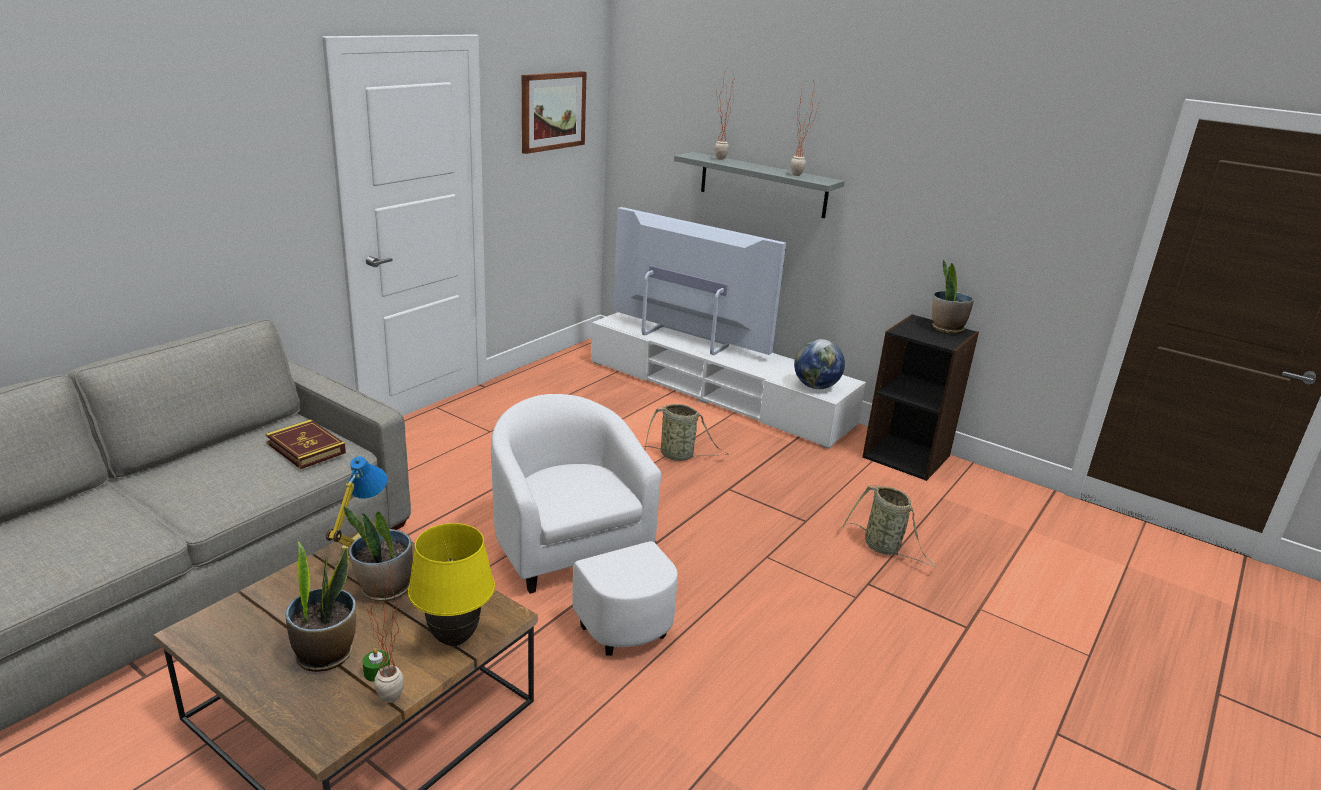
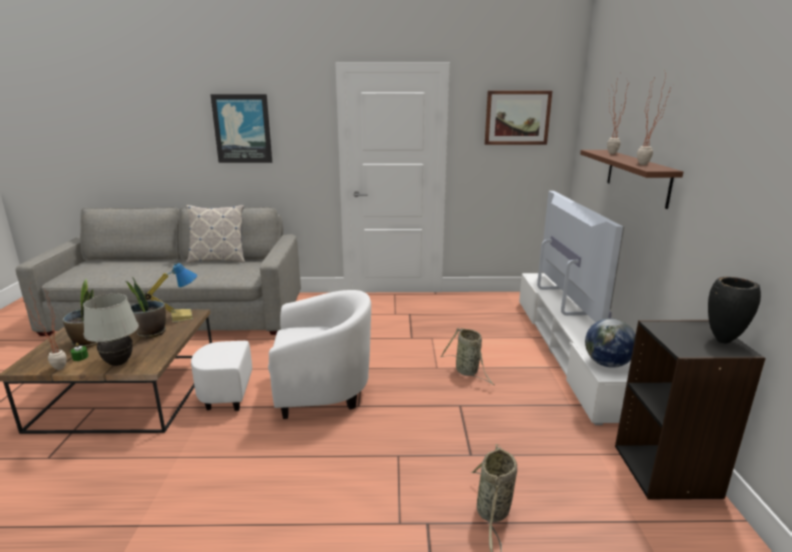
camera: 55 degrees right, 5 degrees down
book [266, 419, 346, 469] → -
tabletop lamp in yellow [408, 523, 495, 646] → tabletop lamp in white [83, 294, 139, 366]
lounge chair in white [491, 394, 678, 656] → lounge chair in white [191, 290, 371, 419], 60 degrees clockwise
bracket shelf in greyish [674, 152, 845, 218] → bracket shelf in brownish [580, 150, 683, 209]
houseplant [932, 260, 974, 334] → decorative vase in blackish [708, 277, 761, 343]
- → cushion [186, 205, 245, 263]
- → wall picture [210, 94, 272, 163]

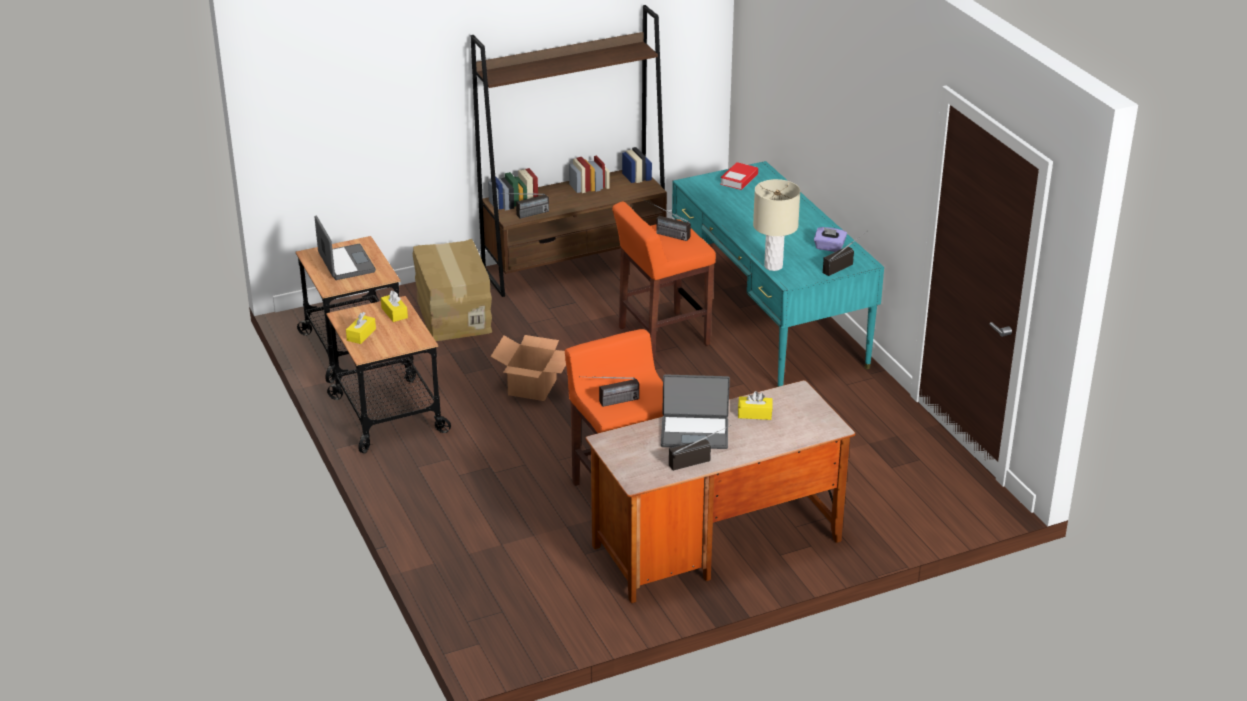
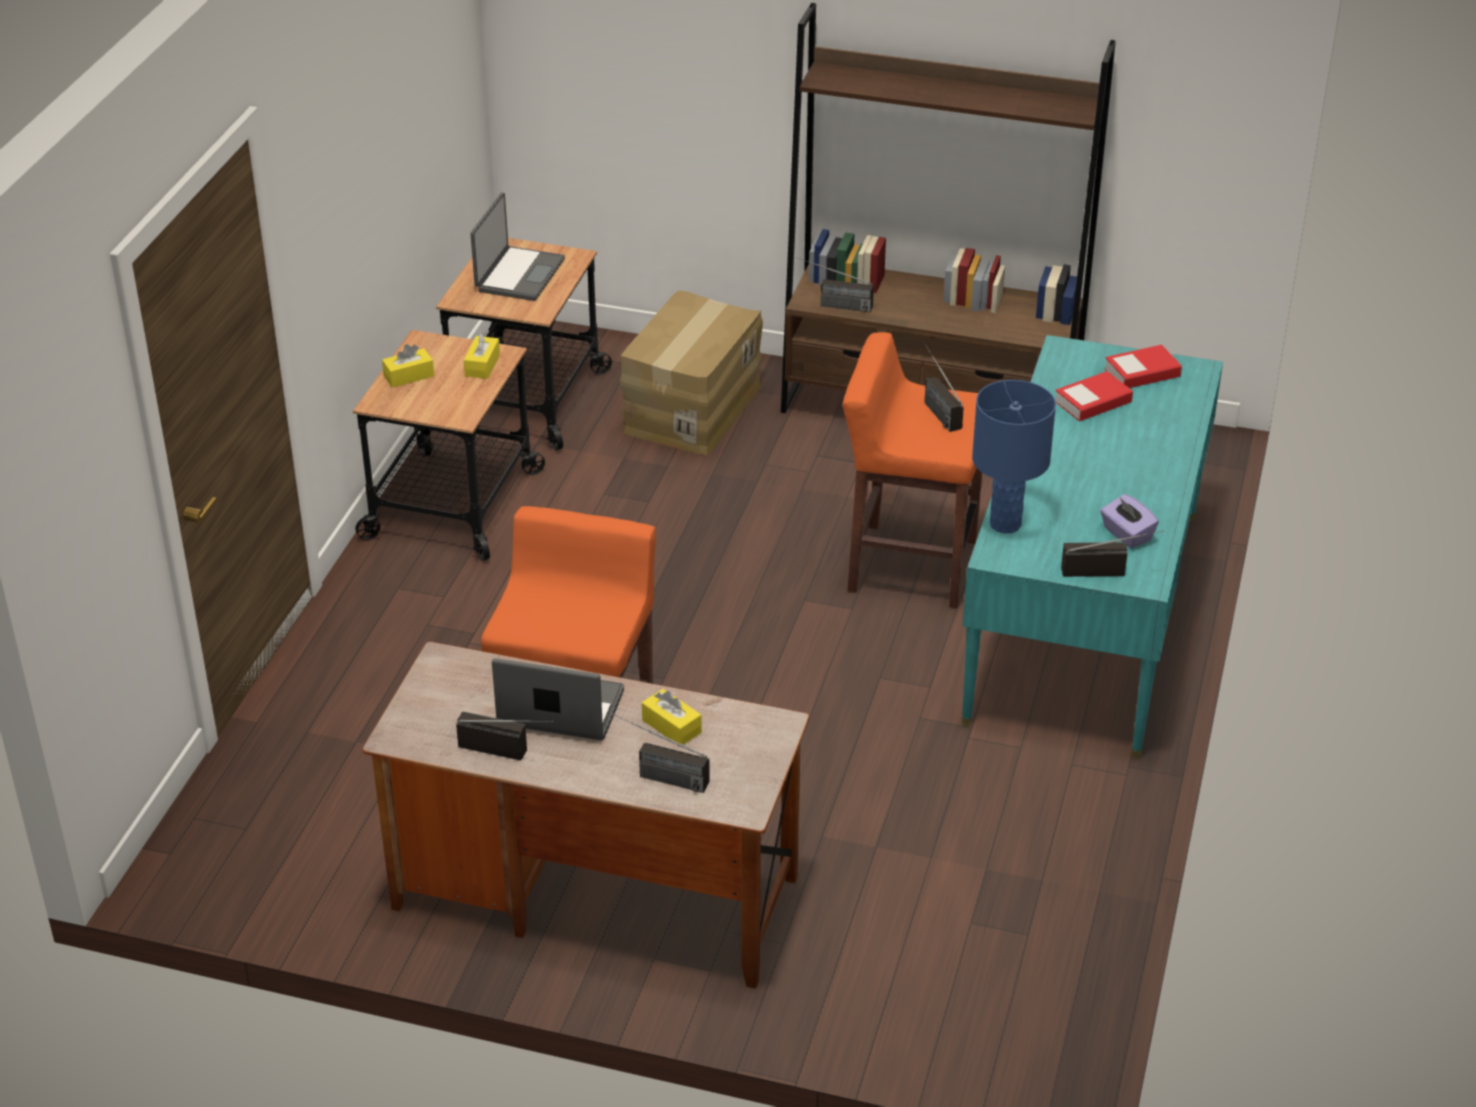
camera: 40 degrees right, 5 degrees up
carton [490, 335, 566, 401] → -
radio [592, 377, 639, 407] → radio [609, 712, 710, 793], relocated
notebook computer [661, 374, 730, 449] → notebook computer [492, 658, 624, 740], 150 degrees clockwise
tabletop lamp in sand-coloured [753, 179, 800, 271] → tabletop lamp in blue-coloured [972, 380, 1056, 534]
- → book [1055, 371, 1133, 421]

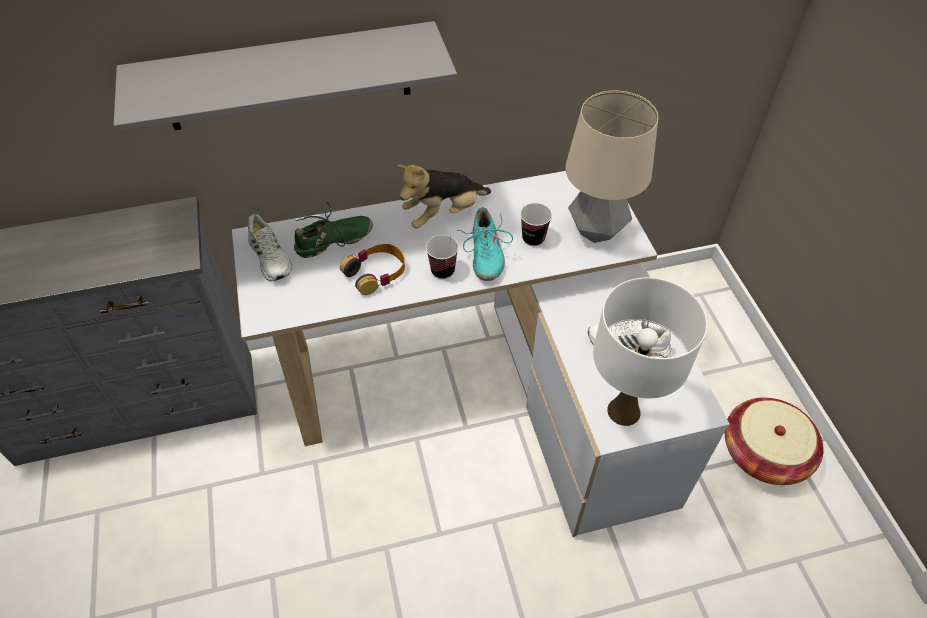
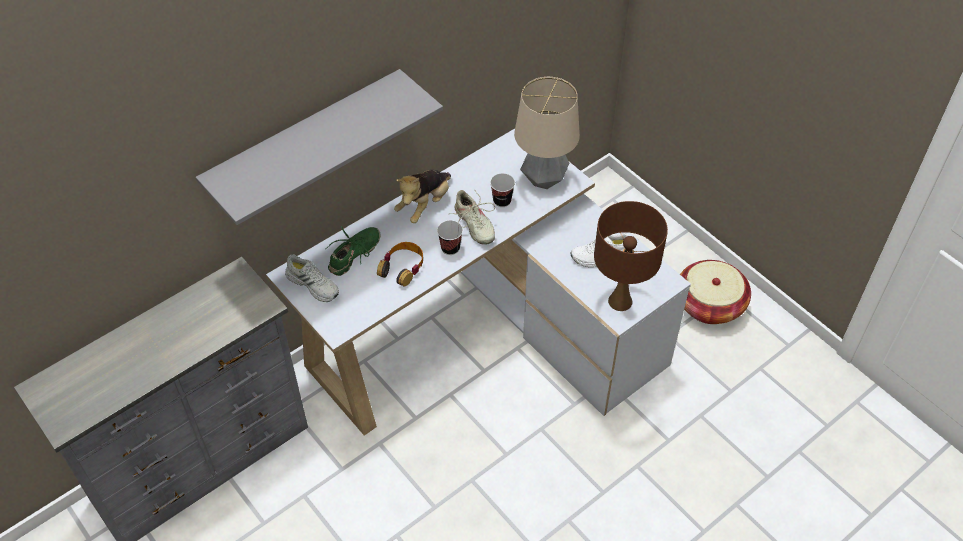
camera: 25 degrees left, 0 degrees up
item of footwear in turquoise-coloured [457, 207, 513, 281] → item of footwear in sand-coloured [450, 190, 495, 245]
tabletop lamp in white [593, 278, 707, 426] → tabletop lamp in brownish [594, 201, 668, 311]

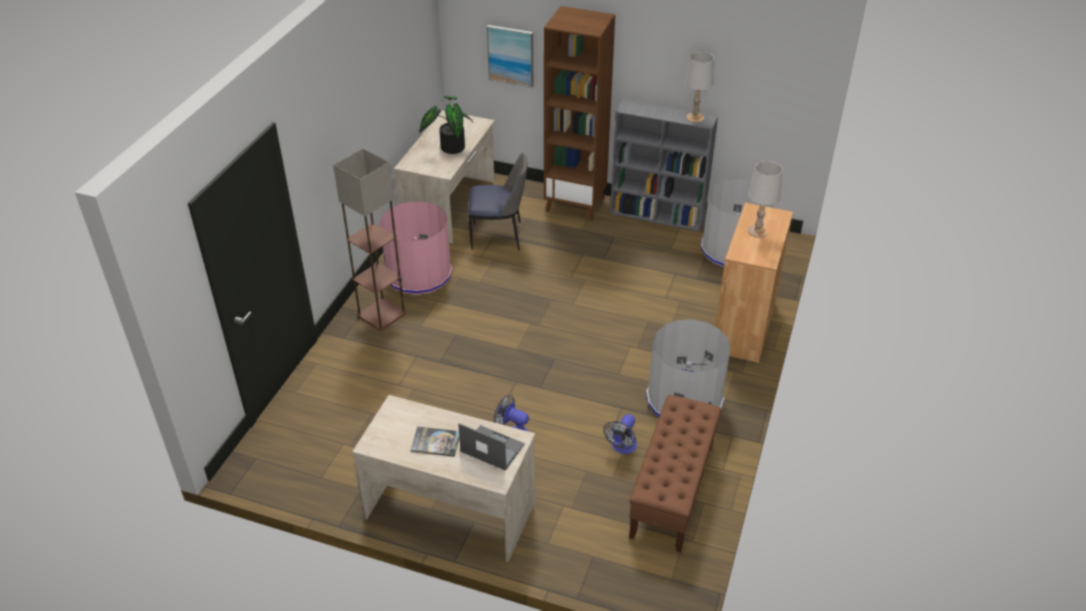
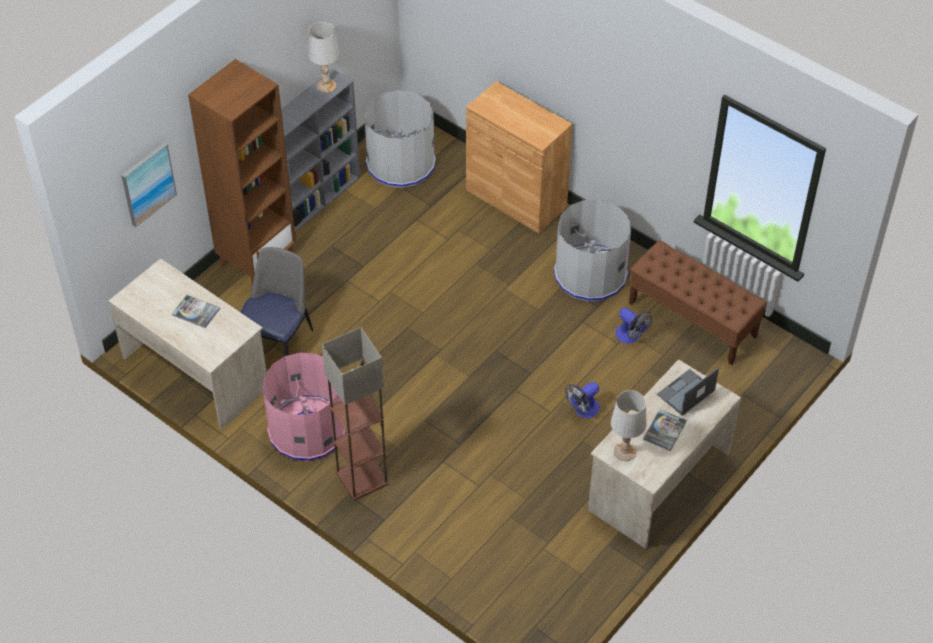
camera: 70 degrees left, 10 degrees up
houseplant [419, 96, 473, 154] → book [172, 295, 220, 328]
tabletop lamp in white [748, 161, 782, 238] → tabletop lamp in white [611, 390, 646, 461], relocated

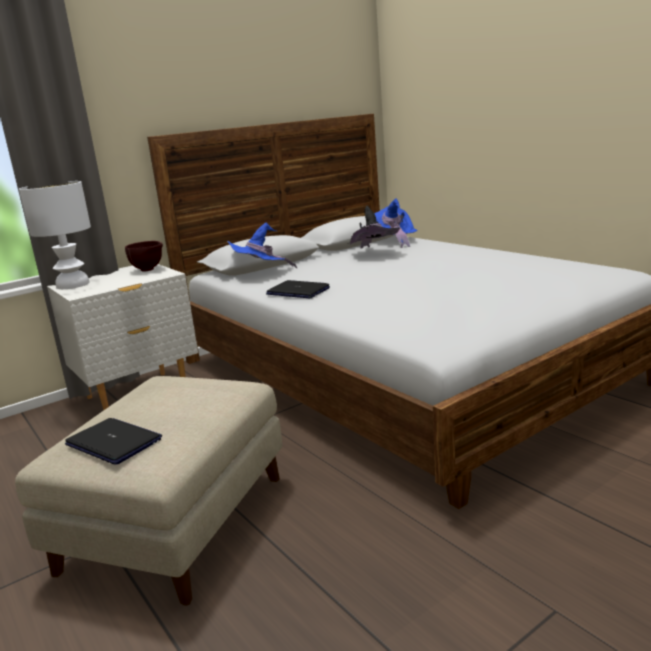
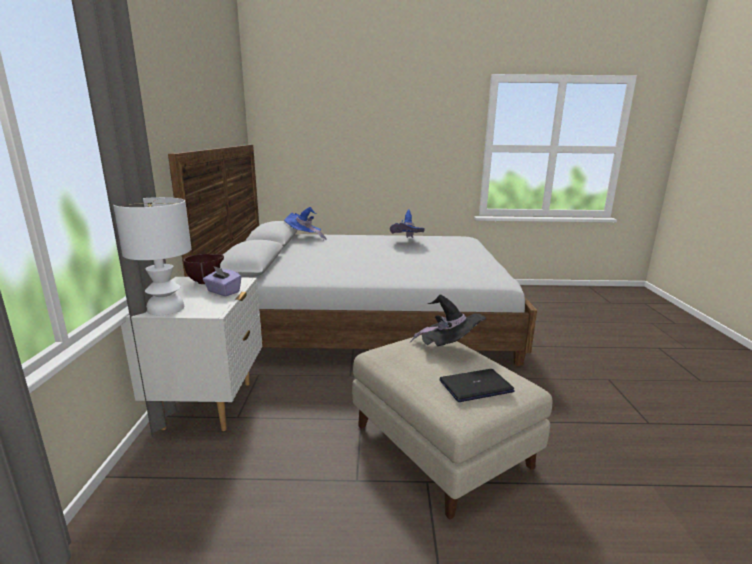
camera: 55 degrees left, 0 degrees up
hat in blue-coloured [227, 223, 297, 268] → hat in blue-coloured [390, 209, 425, 238], relocated
notebook computer [266, 280, 330, 298] → -
hat in blackish [348, 206, 400, 249] → hat in blackish [410, 294, 486, 346], relocated
- → tissue holder in purplish [203, 266, 241, 296]

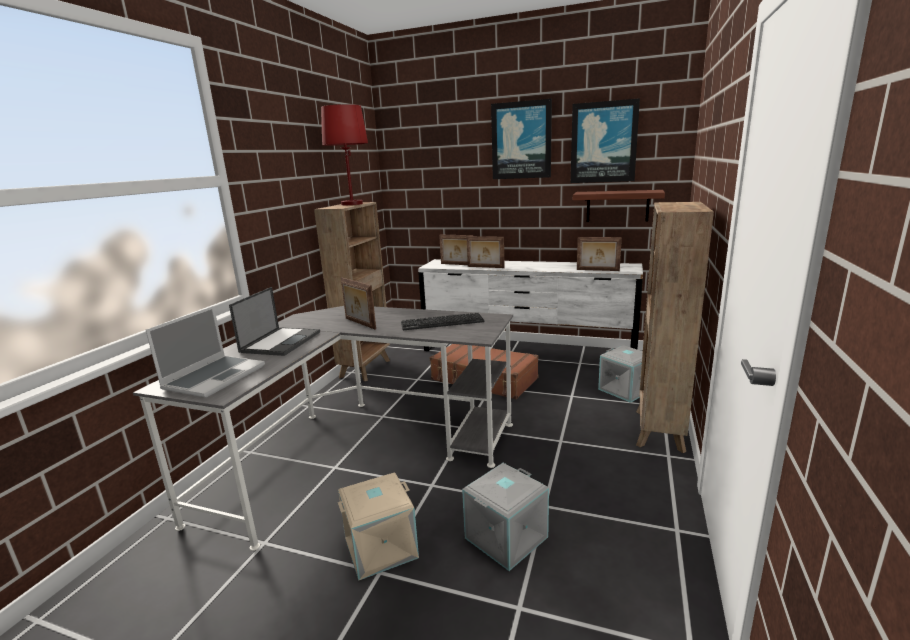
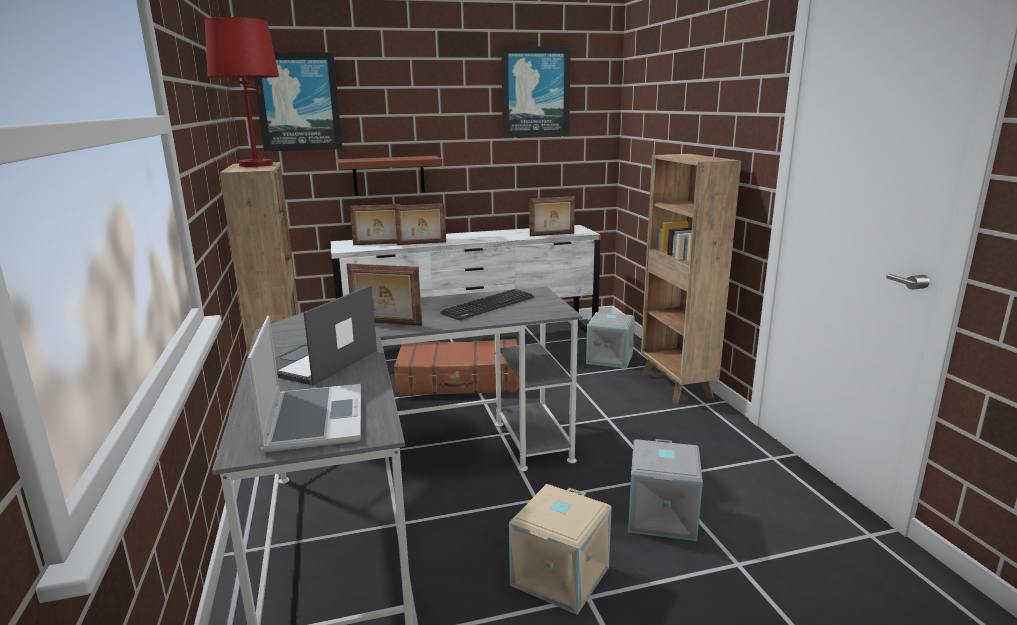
camera: 35 degrees left, 0 degrees up
notebook computer [229, 287, 320, 356] → notebook computer [275, 285, 377, 386], 135 degrees counterclockwise
wall picture [491, 99, 552, 179] → wall picture [254, 52, 342, 152], relocated
bracket shelf [573, 190, 665, 222] → bracket shelf [338, 156, 442, 195], relocated

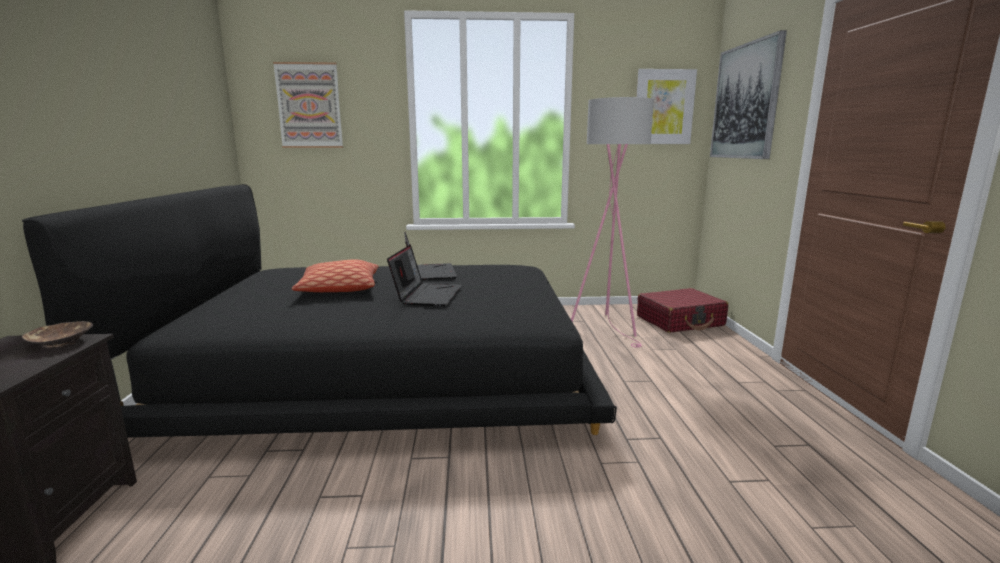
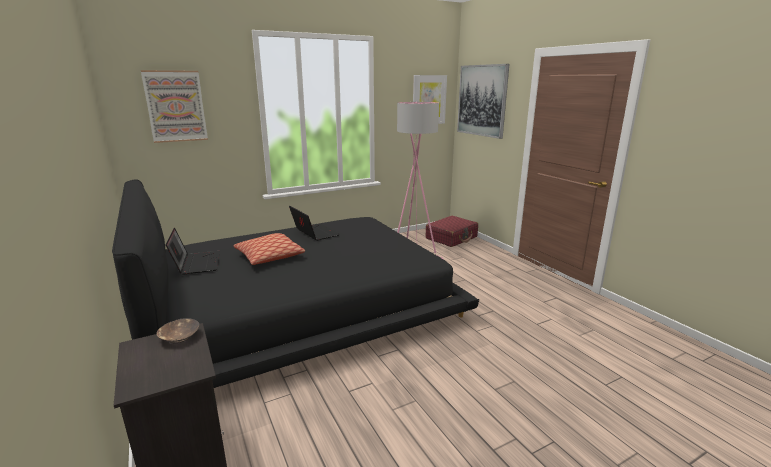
camera: 25 degrees left, 5 degrees up
notebook computer [387, 245, 462, 306] → notebook computer [166, 227, 220, 275], relocated

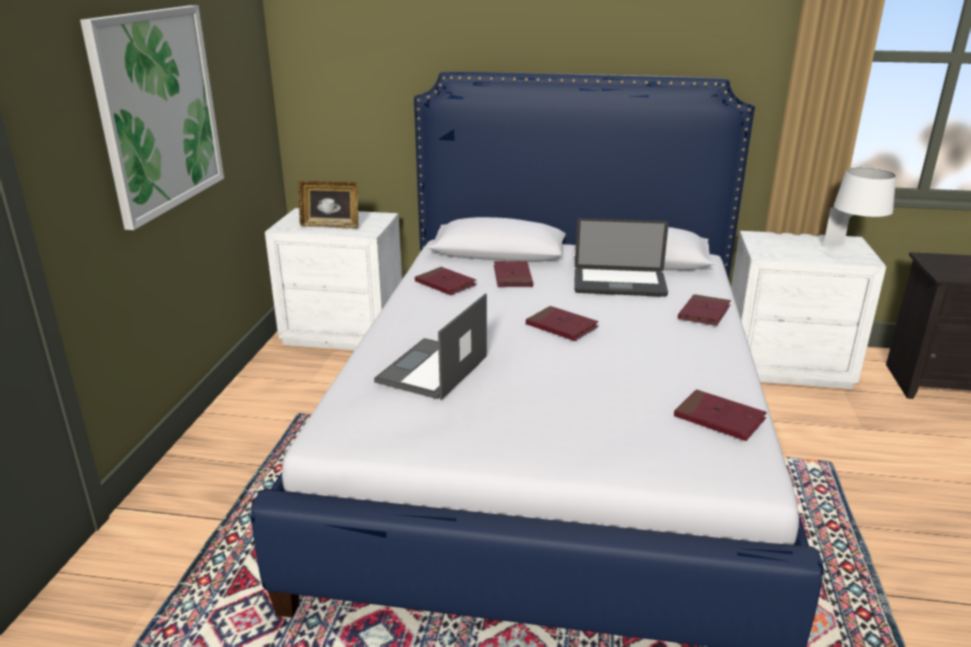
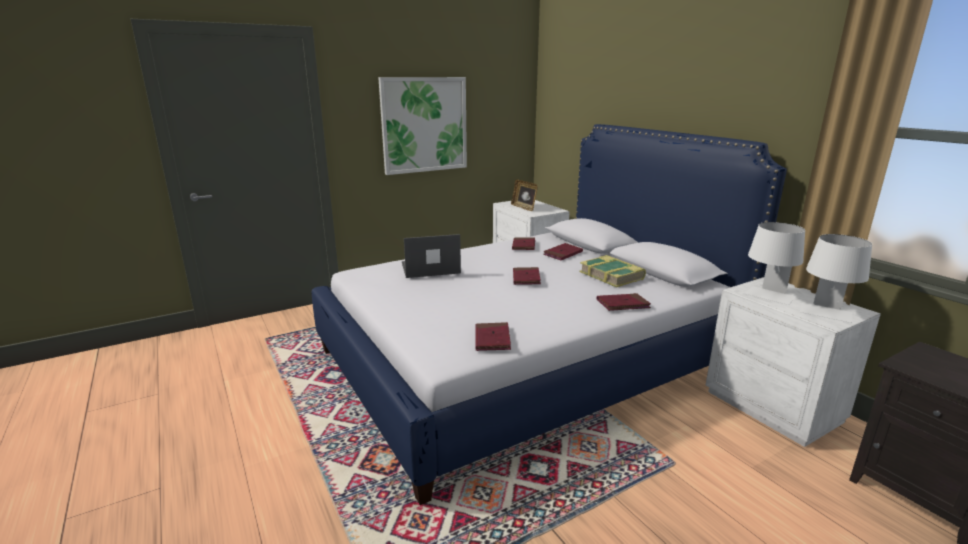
camera: 50 degrees right, 5 degrees down
notebook computer [574, 218, 669, 297] → book [580, 255, 646, 288]
- → tabletop lamp in white [745, 222, 805, 305]

